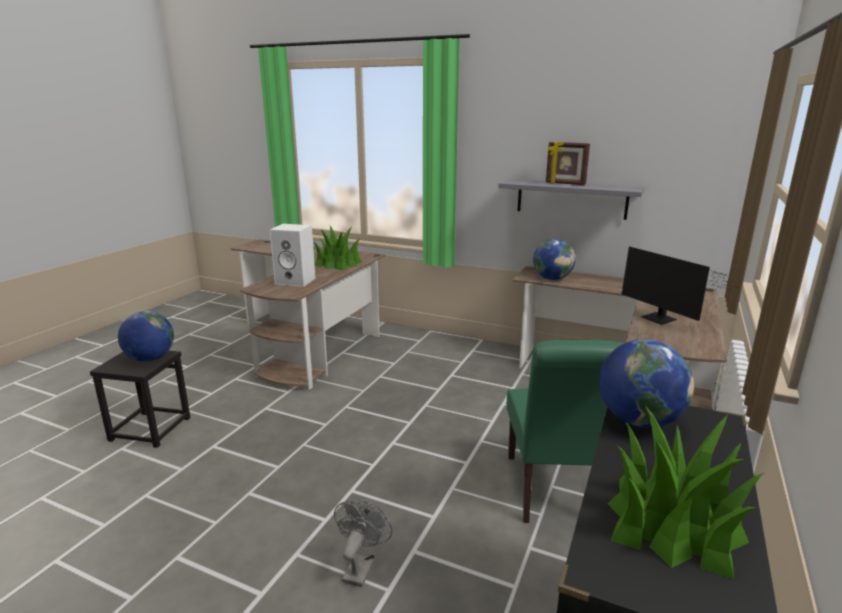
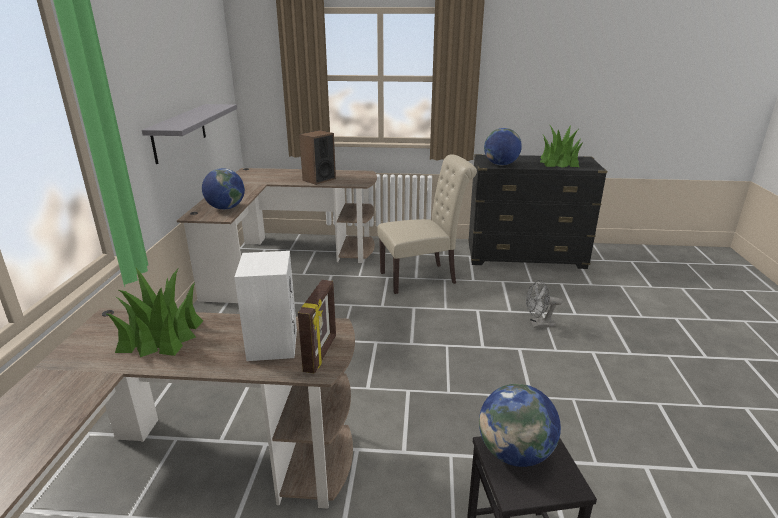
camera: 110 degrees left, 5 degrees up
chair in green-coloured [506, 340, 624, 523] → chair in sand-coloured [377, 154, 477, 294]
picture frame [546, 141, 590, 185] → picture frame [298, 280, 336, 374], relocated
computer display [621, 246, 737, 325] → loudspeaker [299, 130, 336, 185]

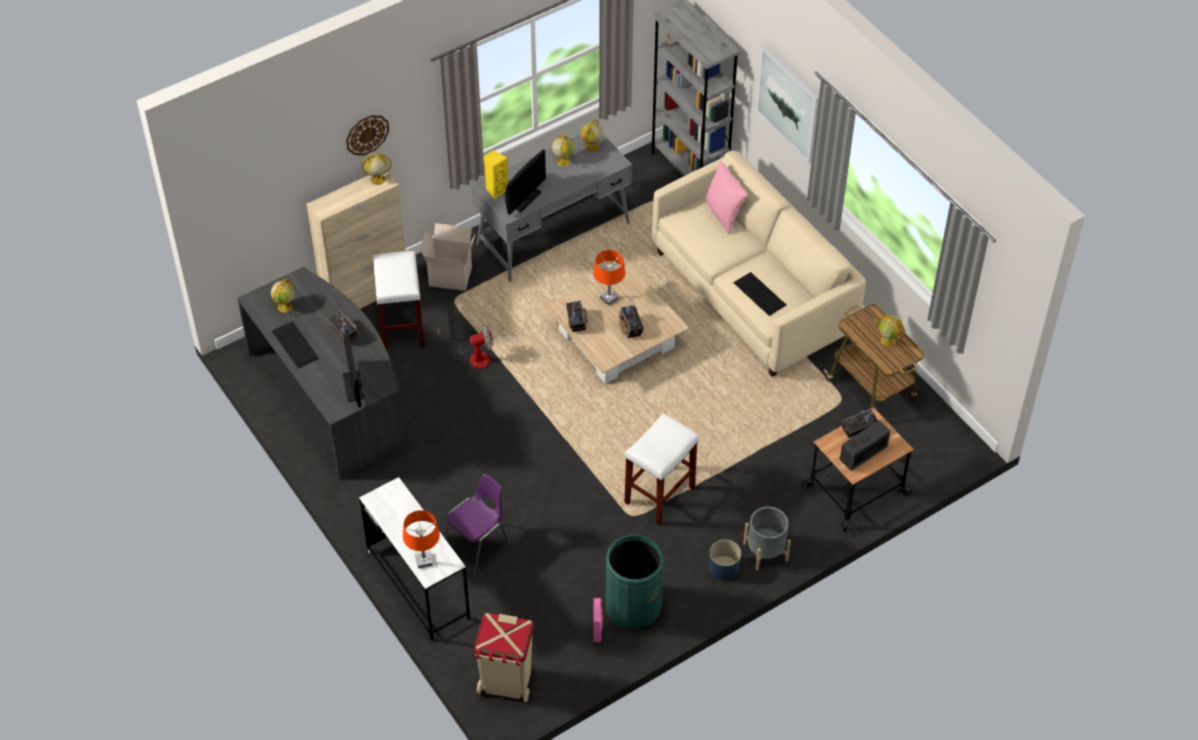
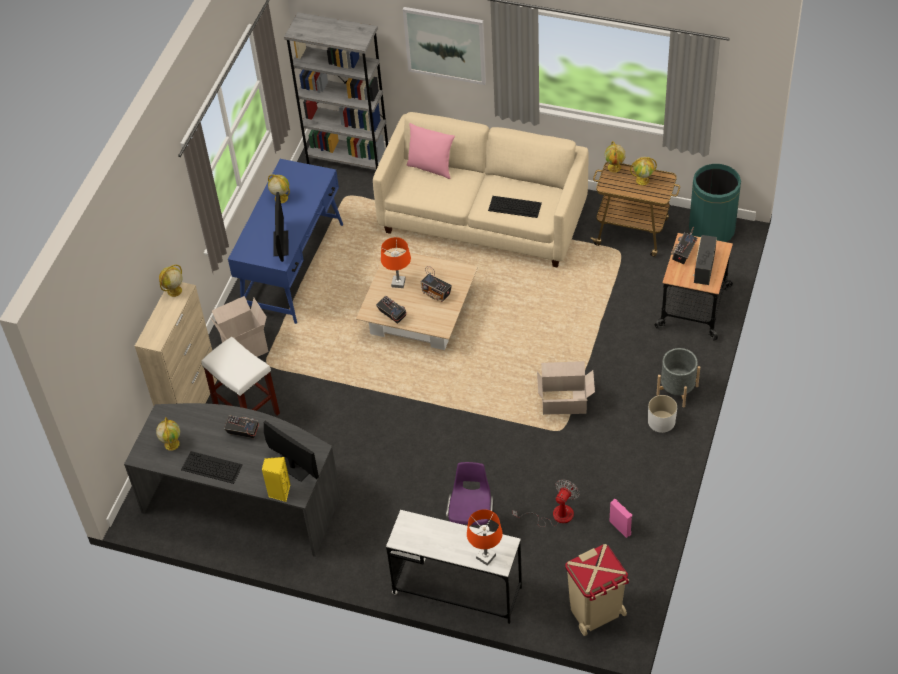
camera: 35 degrees left, 0 degrees up
clock on the wall [346, 115, 389, 155] → -
electric fan [437, 325, 494, 369] → electric fan [512, 479, 579, 527], relocated
desk in greyish [472, 134, 632, 282] → desk in blue-coloured [228, 159, 343, 324]
loudspeaker in yellow [484, 150, 508, 199] → loudspeaker in yellow [262, 457, 290, 502], relocated
desk globe [581, 120, 603, 152] → desk globe [605, 141, 626, 172], relocated
waste bin in green-coloured [606, 535, 664, 629] → waste bin in green-coloured [689, 164, 741, 242], relocated
stool in white [624, 414, 699, 525] → carton [537, 361, 595, 415]
flower pot in blue-coloured [709, 540, 741, 581] → flower pot in white [648, 395, 677, 433]

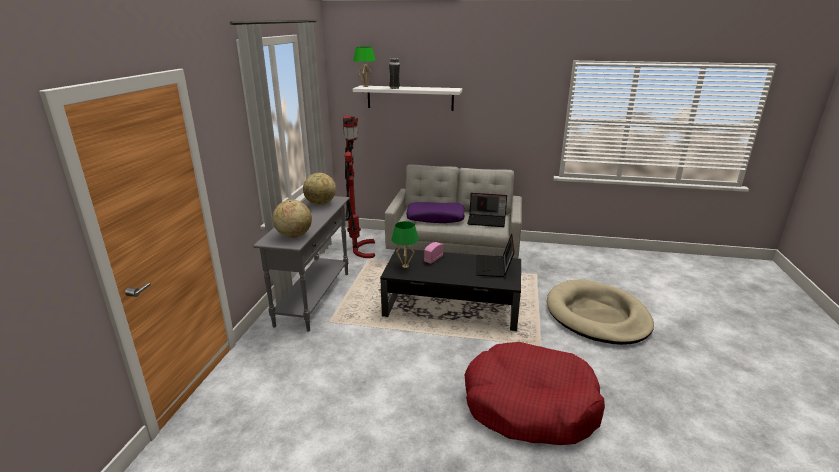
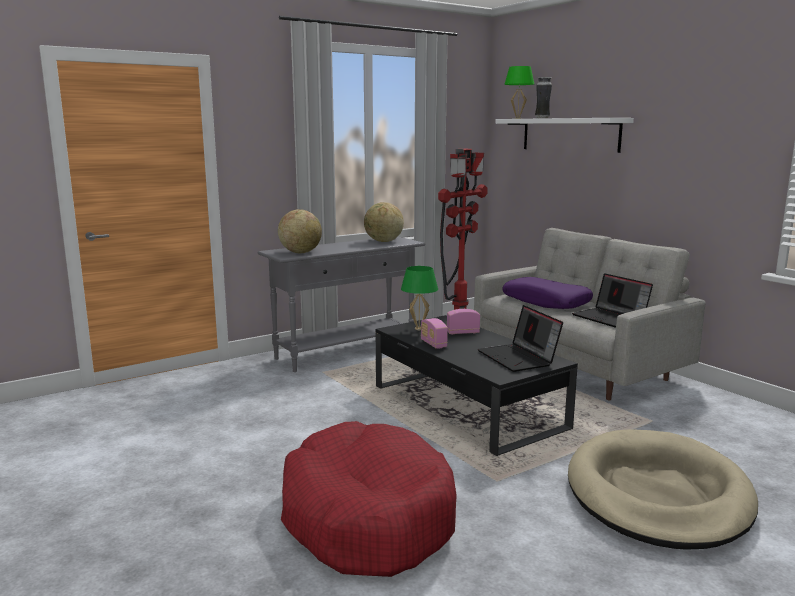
camera: 45 degrees right, 10 degrees down
notebook computer [476, 233, 515, 277] → notebook computer [478, 305, 563, 372], 75 degrees counterclockwise
- → radio [421, 318, 448, 349]

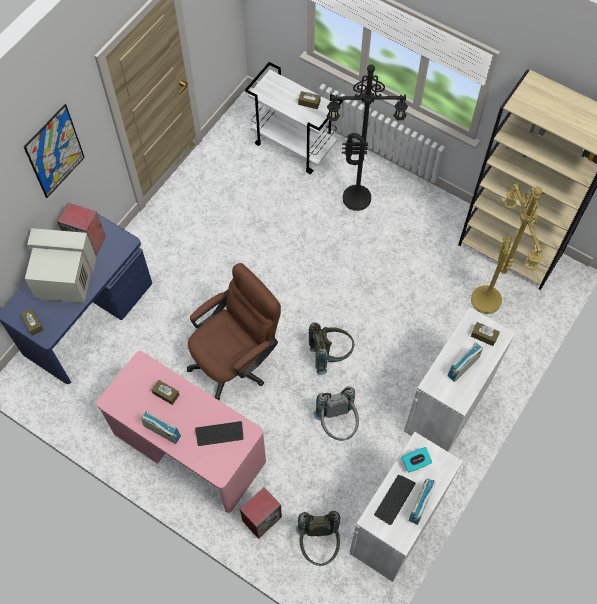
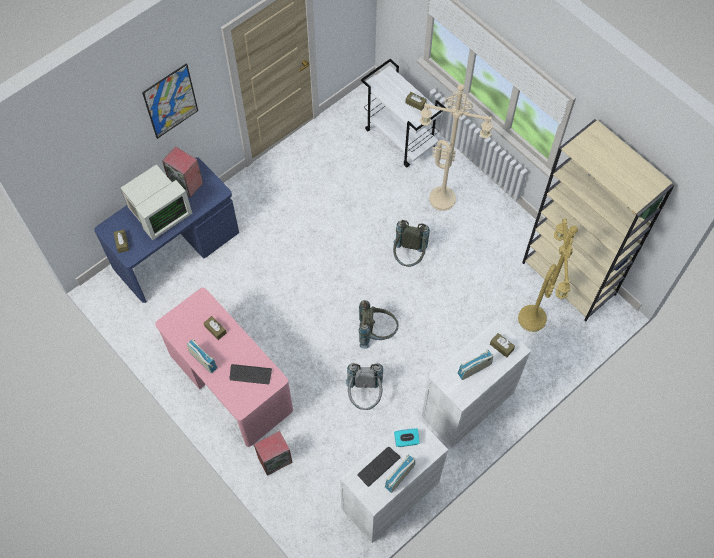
camera: 15 degrees right, 0 degrees up
computer display [25, 228, 96, 303] → computer display [120, 164, 193, 240], 120 degrees clockwise
desk chair in brownish [187, 263, 281, 401] → -
backpack in greyish [296, 510, 340, 566] → backpack in greyish [393, 220, 430, 267], relocated
floor lamp in blackish [327, 64, 408, 211] → floor lamp in sand-coloured [420, 84, 493, 211]

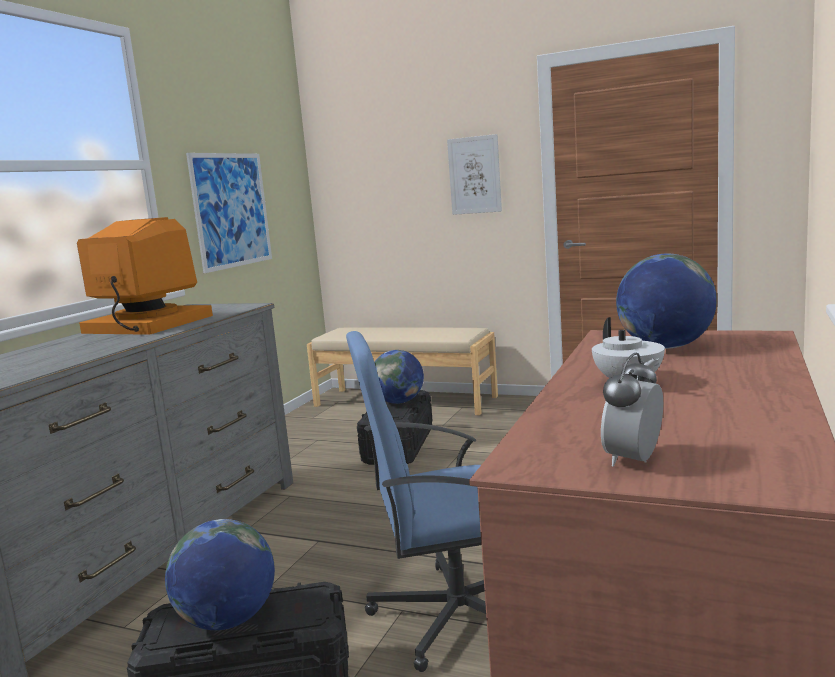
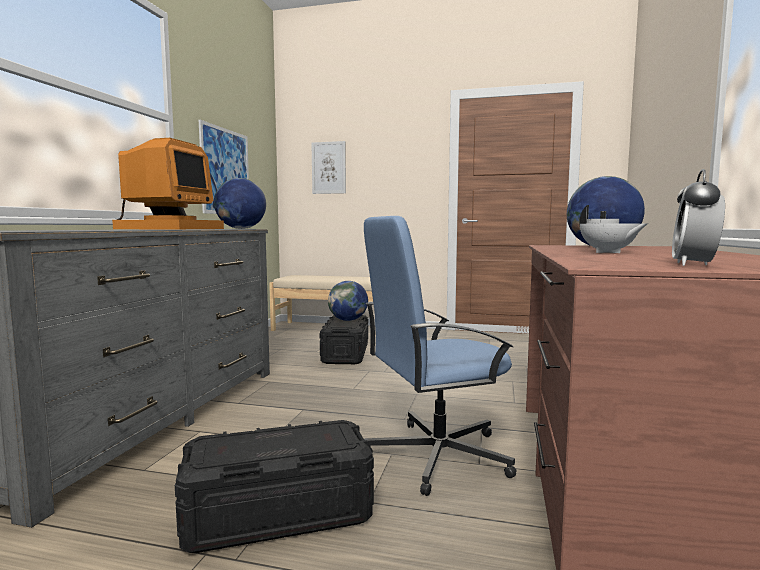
camera: 10 degrees left, 5 degrees down
computer display [77, 217, 213, 335] → computer display [112, 138, 224, 229], 90 degrees clockwise
desk globe [165, 519, 275, 630] → desk globe [214, 178, 266, 229], relocated
wall picture [447, 134, 502, 215] → wall picture [311, 141, 346, 194], relocated

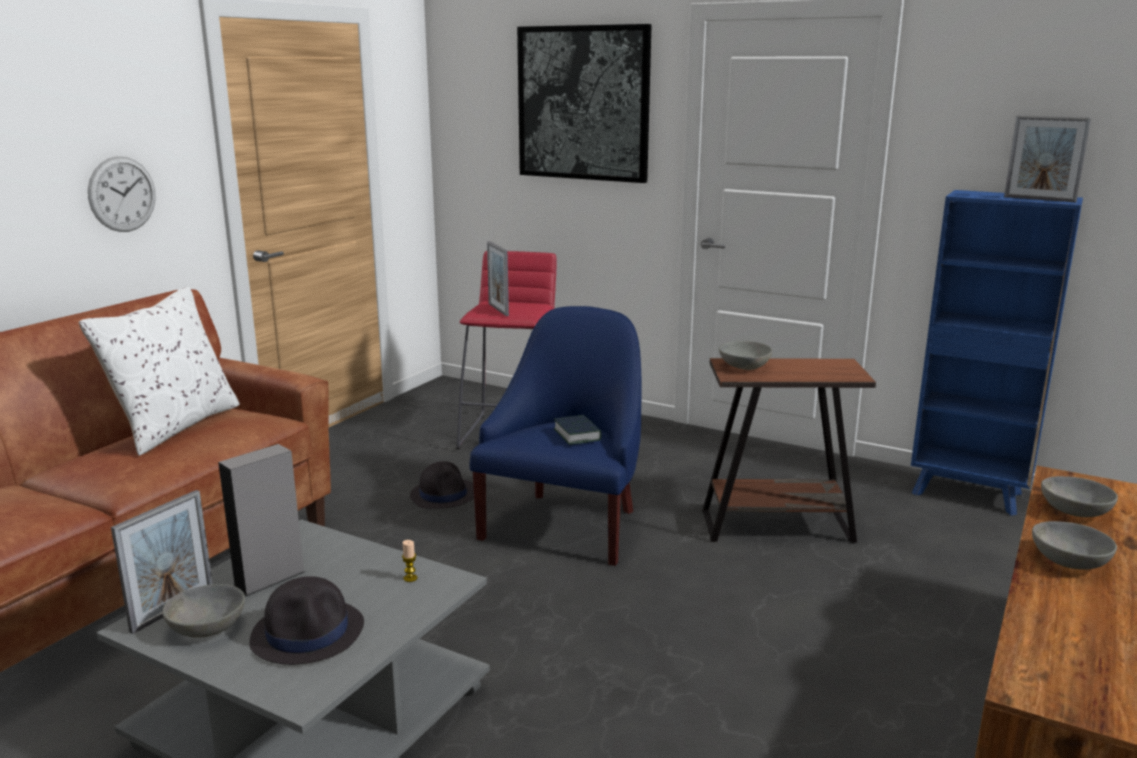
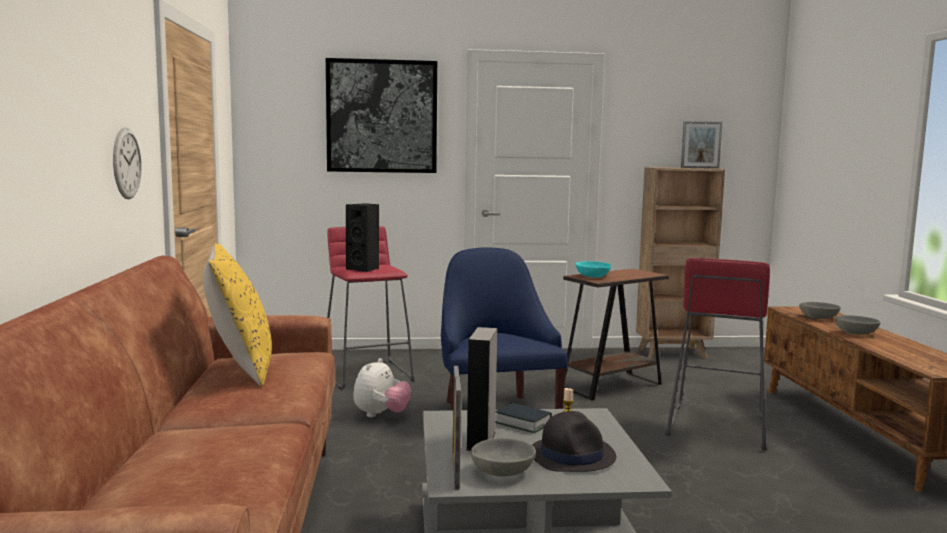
camera: 35 degrees left, 10 degrees down
cushion in white [79, 287, 240, 456] → cushion in yellow [203, 243, 272, 386]
hat in blackish [410, 461, 474, 508] → plush toy [353, 358, 412, 417]
picture frame [487, 241, 509, 316] → loudspeaker in blackish [346, 203, 379, 272]
book [554, 415, 602, 445] → book [495, 403, 552, 433], relocated
deep dish in greyish [719, 341, 772, 370] → deep dish in turquoise-coloured [575, 261, 611, 278]
bookshelf in blue-coloured [911, 190, 1083, 516] → bookshelf in brownish [636, 167, 725, 359]
- → stool in red-coloured [665, 258, 770, 450]

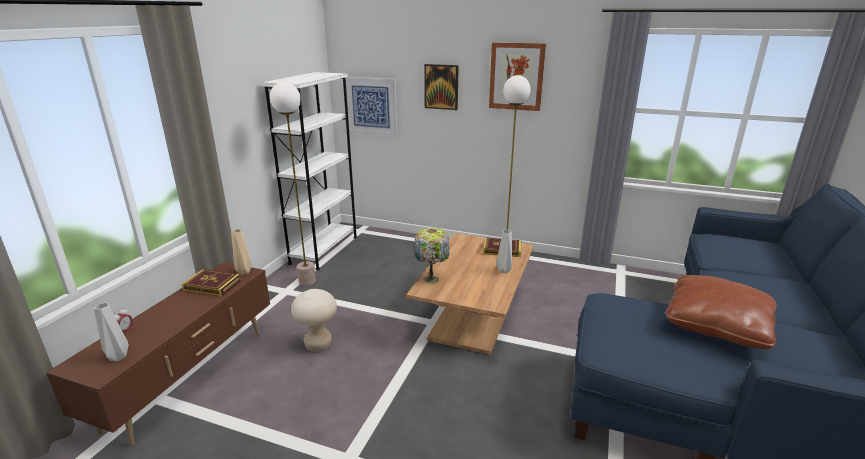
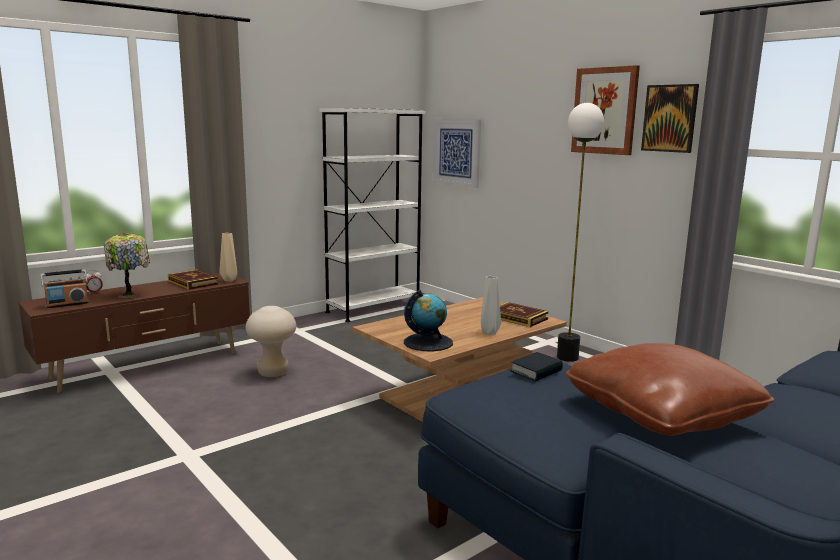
camera: 30 degrees right, 10 degrees down
decorative vase in greyish [94, 302, 129, 362] → radio [41, 269, 89, 308]
floor lamp [270, 82, 316, 286] → -
tabletop lamp [415, 228, 450, 284] → tabletop lamp [104, 233, 150, 298], relocated
wall picture [424, 64, 459, 110] → wall picture [641, 84, 699, 153], relocated
- → desk globe [404, 290, 453, 351]
- → book [510, 352, 563, 381]

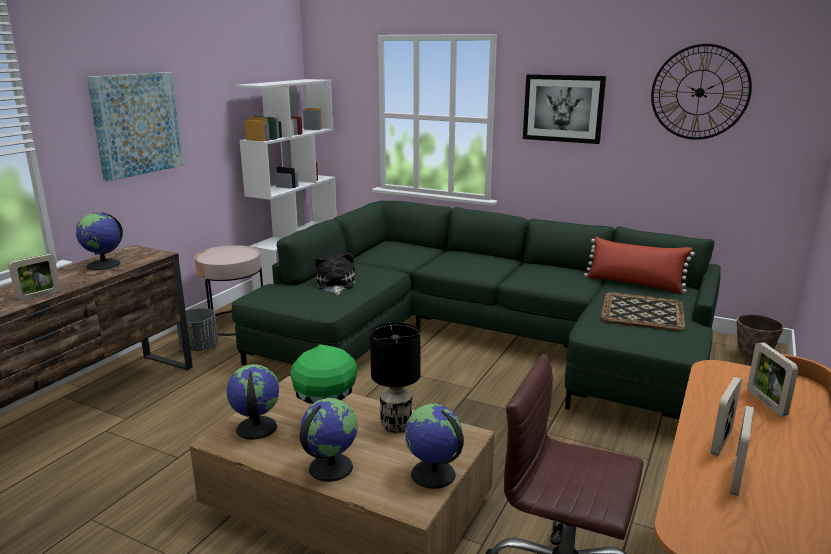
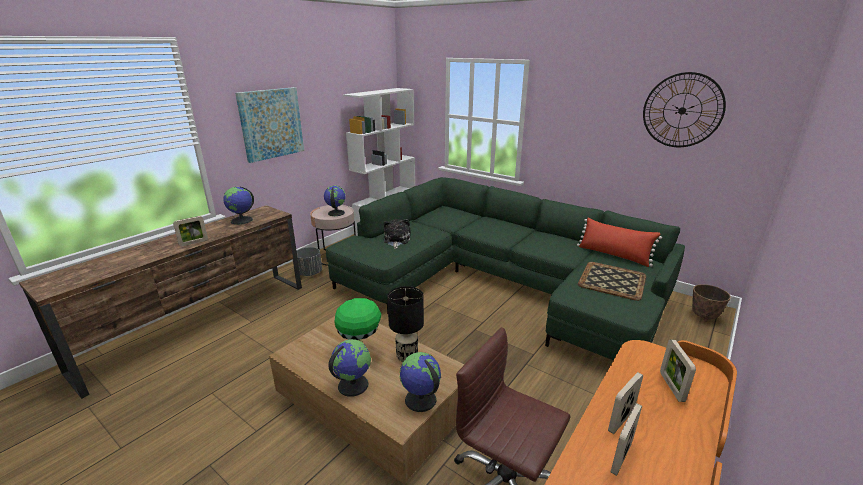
camera: 10 degrees right, 5 degrees up
desk globe [227, 364, 279, 440] → desk globe [324, 186, 345, 216], relocated
wall picture [523, 74, 606, 144] → -

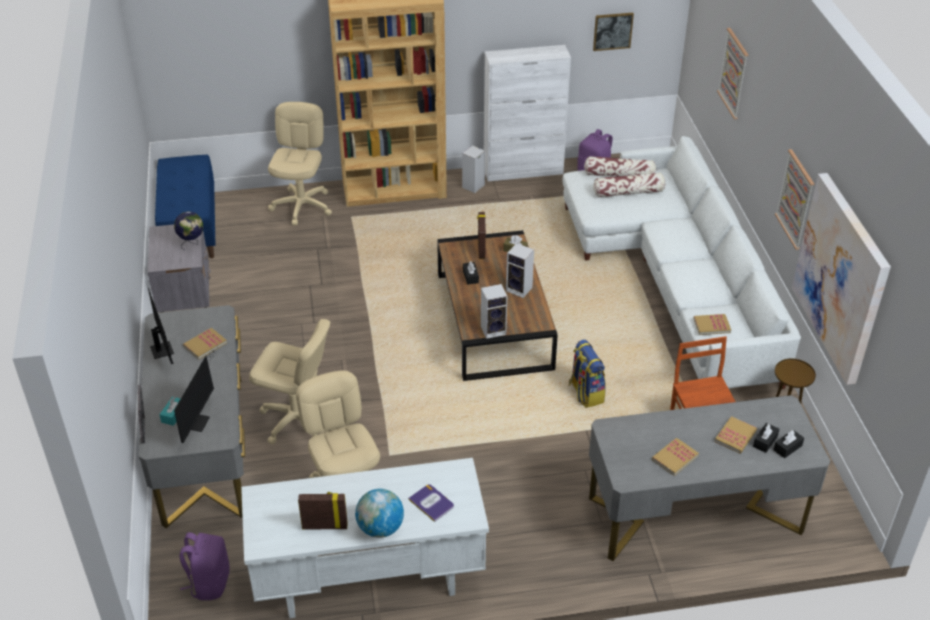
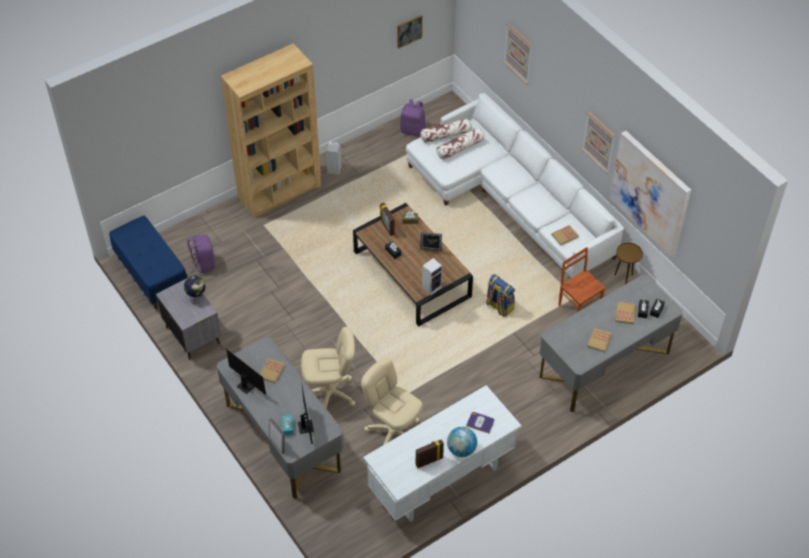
camera: 25 degrees left, 10 degrees up
backpack in purplish [180, 532, 230, 600] → backpack in purplish [187, 235, 215, 273], relocated
desk chair in sand-coloured [268, 102, 332, 226] → -
cabinet in white [484, 45, 571, 181] → -
loudspeaker [506, 243, 534, 298] → picture frame [421, 232, 442, 251]

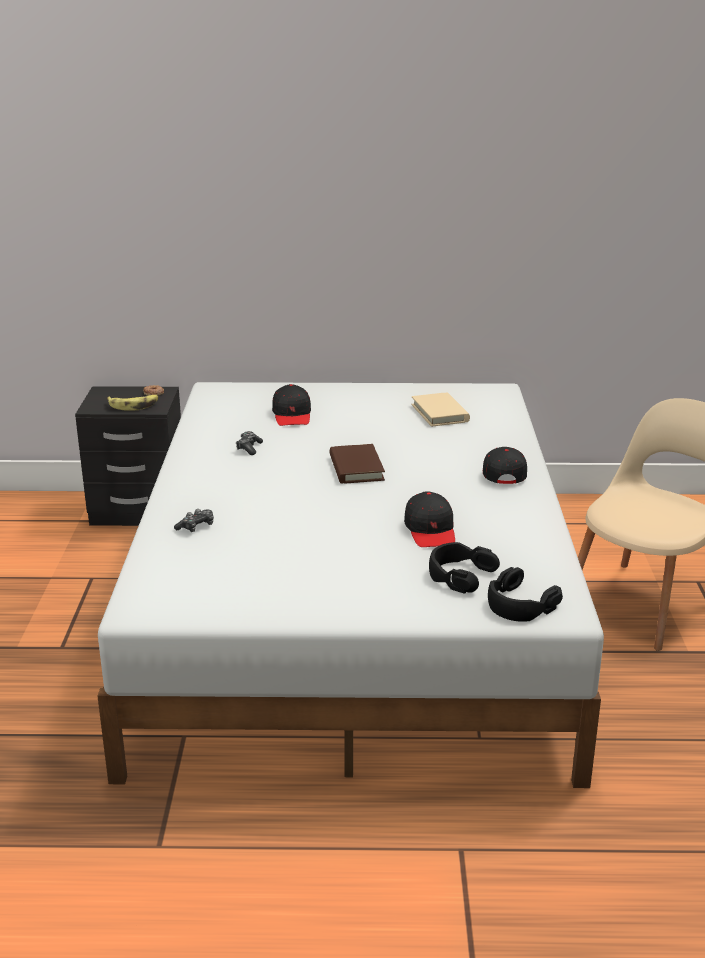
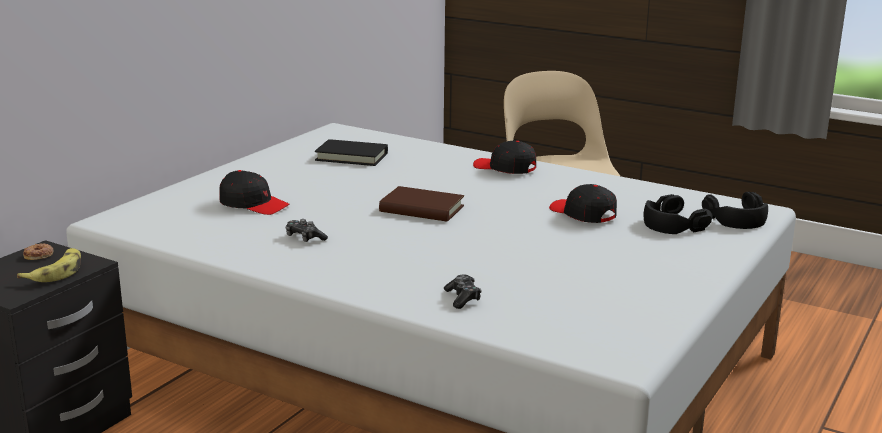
camera: 60 degrees left, 5 degrees down
peaked cap in blackish [404, 491, 455, 547] → peaked cap in blackish [549, 184, 617, 223], 150 degrees counterclockwise
book in sand-coloured [411, 393, 470, 427] → book in blackish [315, 139, 388, 166]

